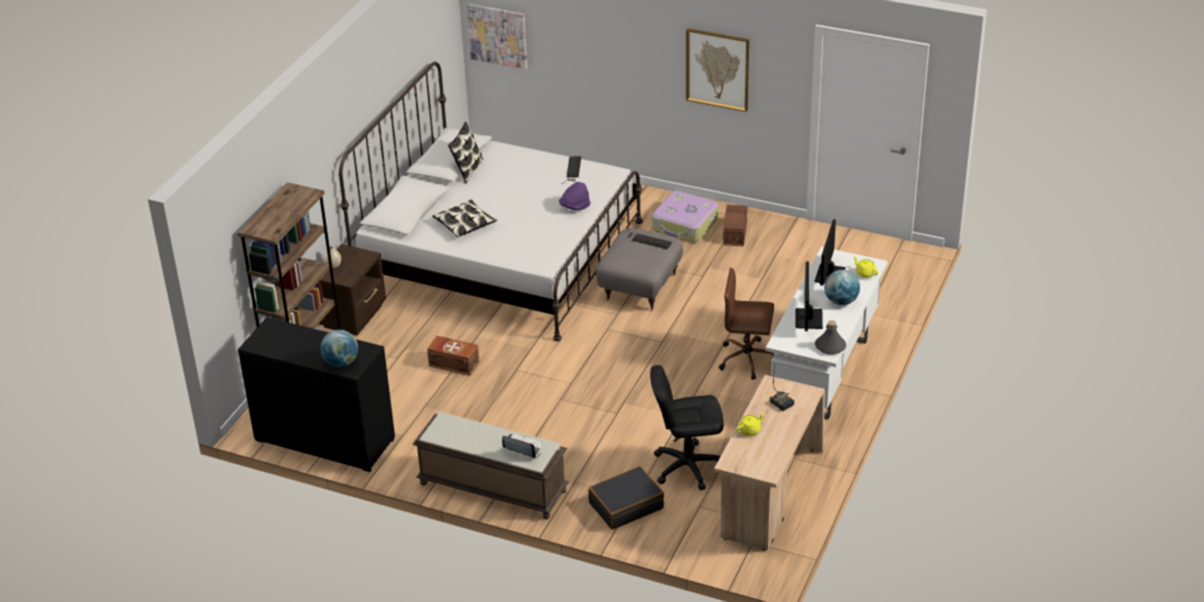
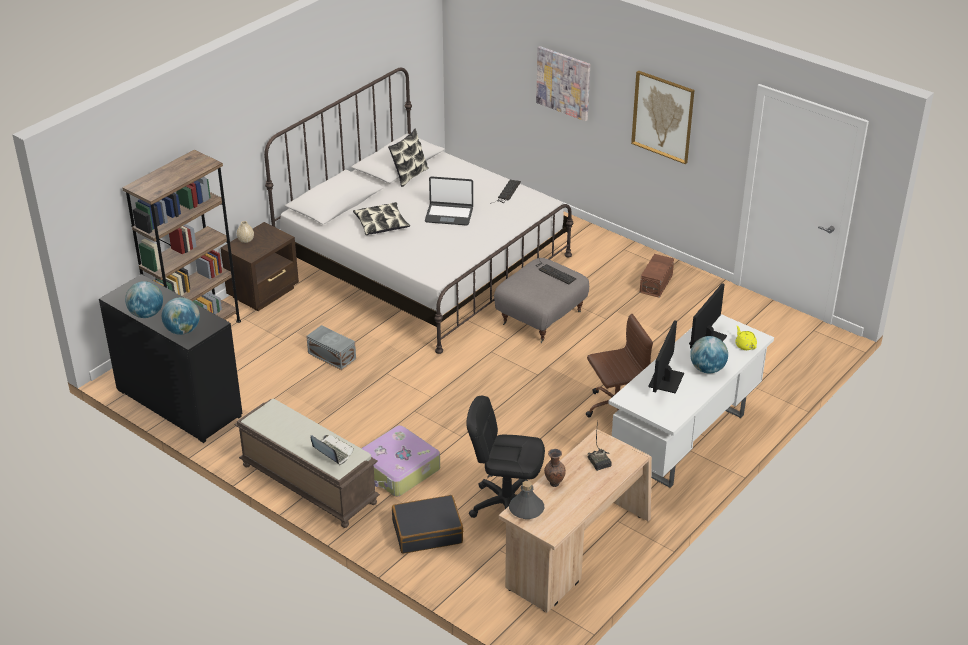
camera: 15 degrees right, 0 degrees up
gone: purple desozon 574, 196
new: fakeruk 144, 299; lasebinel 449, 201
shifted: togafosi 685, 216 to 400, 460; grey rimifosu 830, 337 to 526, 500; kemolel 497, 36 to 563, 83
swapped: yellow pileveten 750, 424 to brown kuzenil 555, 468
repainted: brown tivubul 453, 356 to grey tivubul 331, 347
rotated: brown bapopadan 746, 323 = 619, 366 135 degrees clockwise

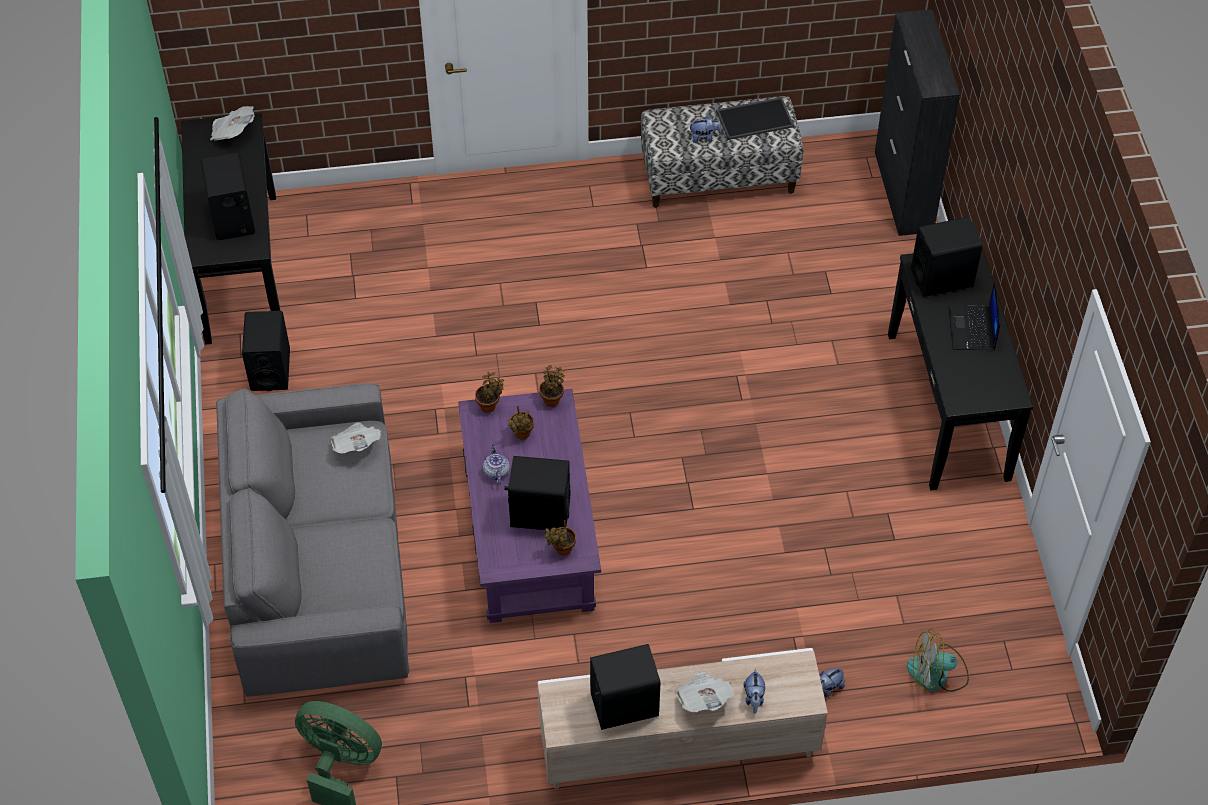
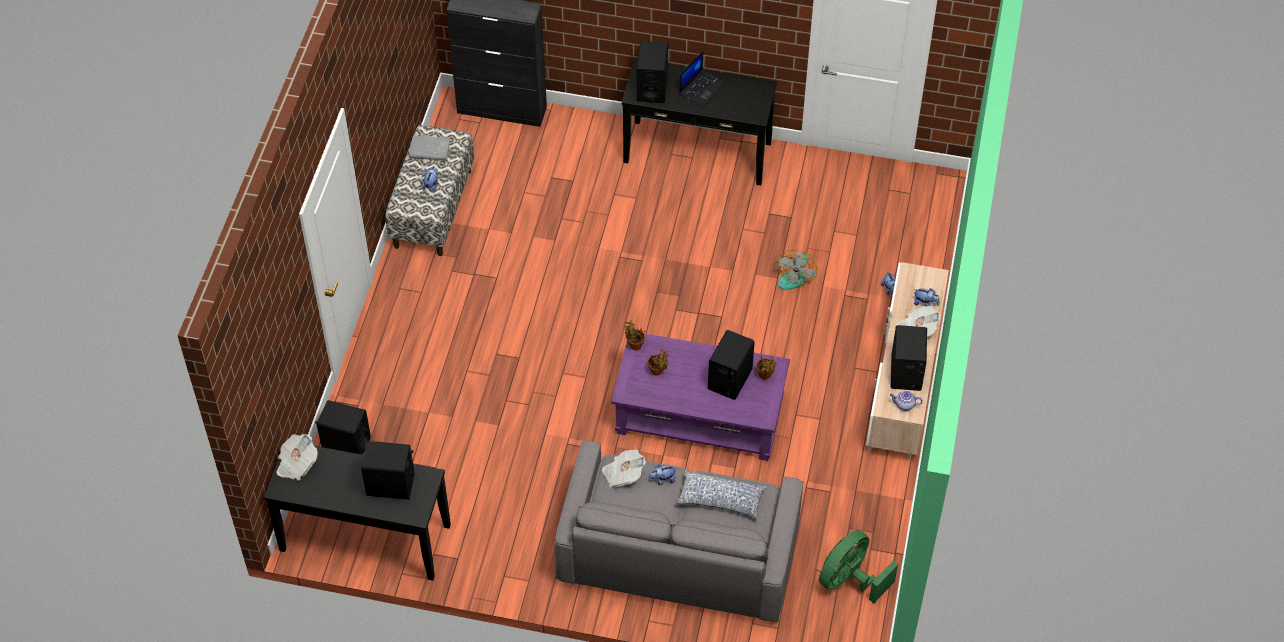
camera: 70 degrees left, 0 degrees up
gone: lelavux 489, 392
new: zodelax 662, 474; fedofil 722, 494
shifted: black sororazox 266, 351 to 343, 427; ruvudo 938, 660 to 795, 269; pileveten 496, 464 to 906, 401
swapped: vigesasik 755, 118 to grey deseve 429, 148
rotated: lasebinel 974, 315 = 702, 79 75 degrees counterclockwise

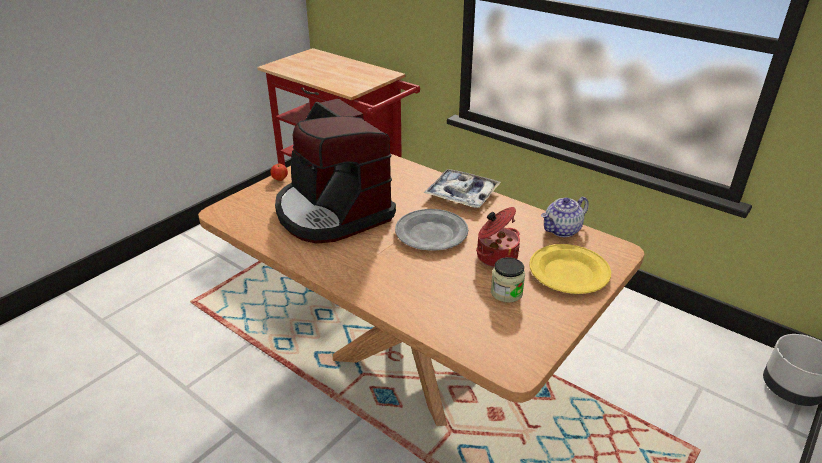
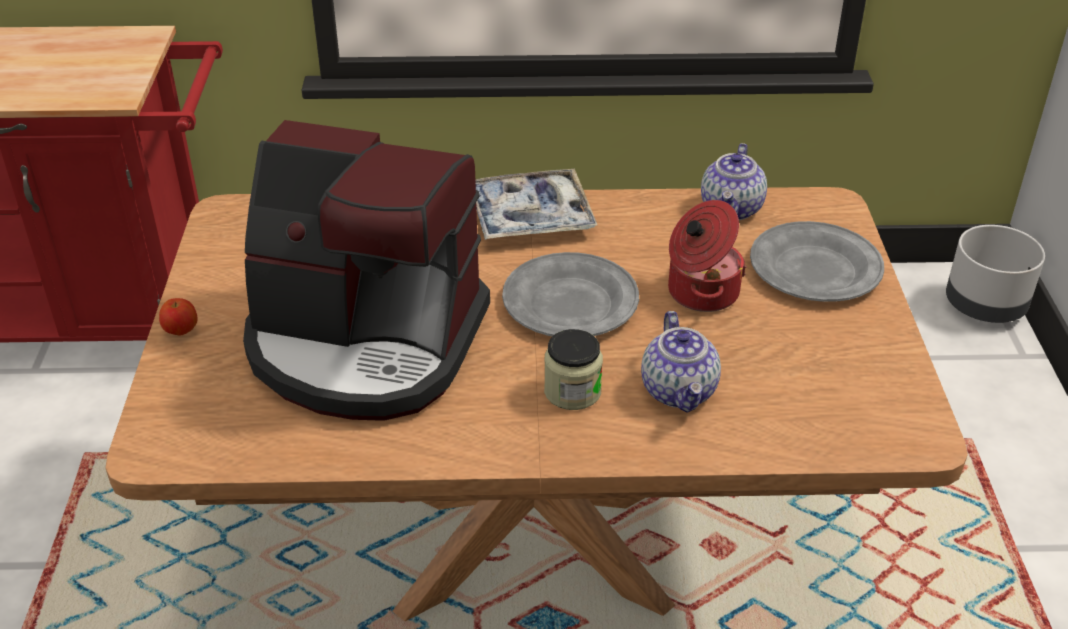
camera: 40 degrees left, 5 degrees up
new: pileveten 681, 362
shifted: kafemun 508, 280 to 573, 369
repainted: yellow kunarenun 570, 269 to grey kunarenun 817, 261

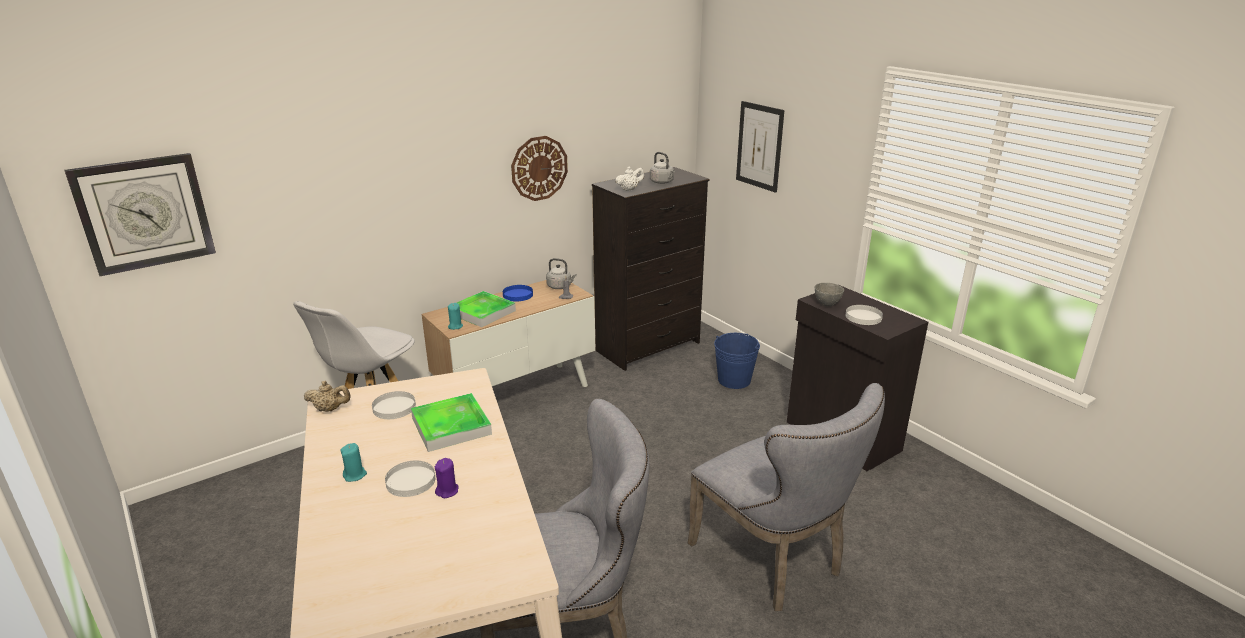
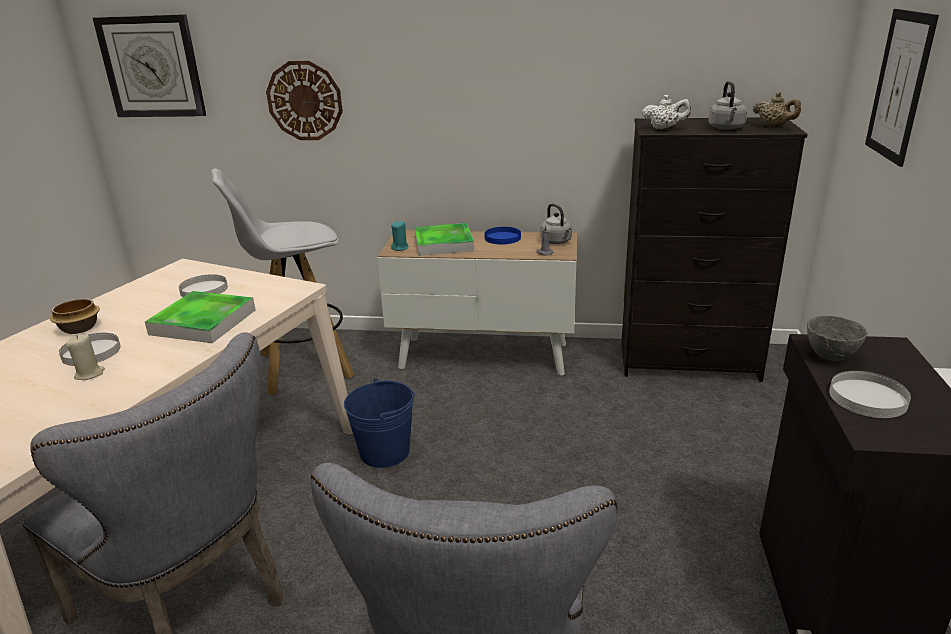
camera: 45 degrees right, 0 degrees up
shifted: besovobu 539, 168 to 304, 100; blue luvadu 737, 361 to 379, 423; beige pileveten 327, 396 to 777, 109
swapped: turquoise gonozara 354, 462 to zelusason 75, 316
repainted: purple gonozara 447, 478 to beige gonozara 85, 357

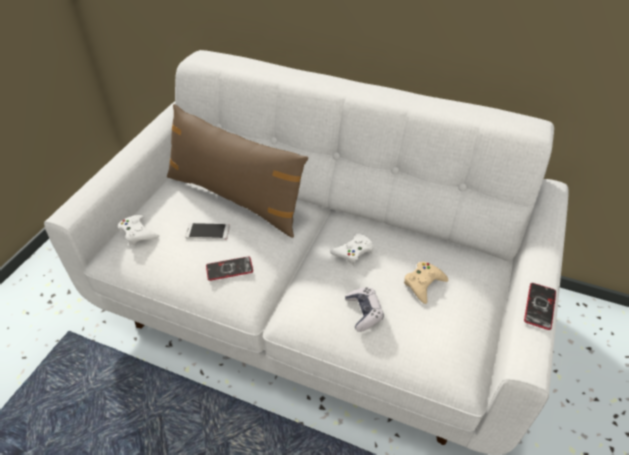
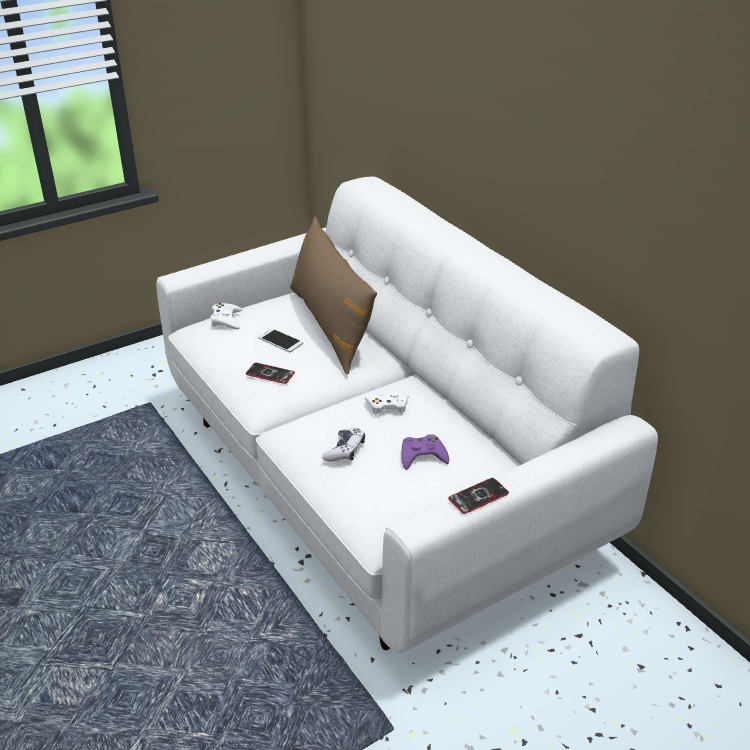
camera: 35 degrees right, 10 degrees down
repainted: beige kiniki 426, 283 to purple kiniki 425, 452

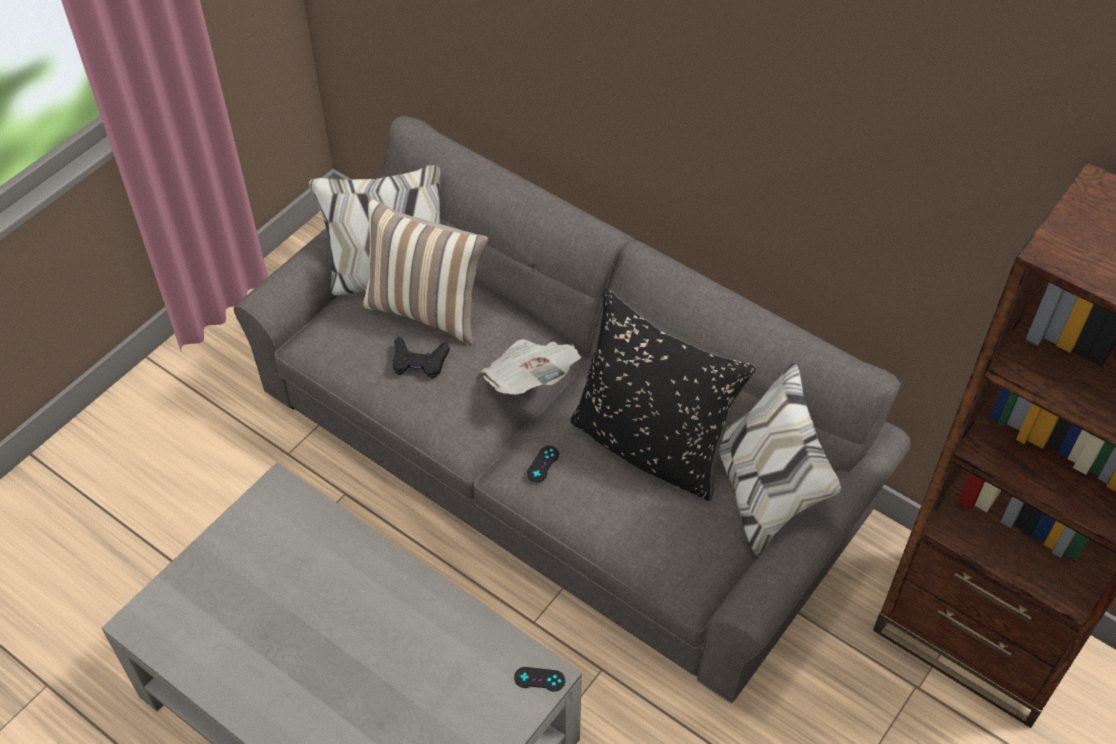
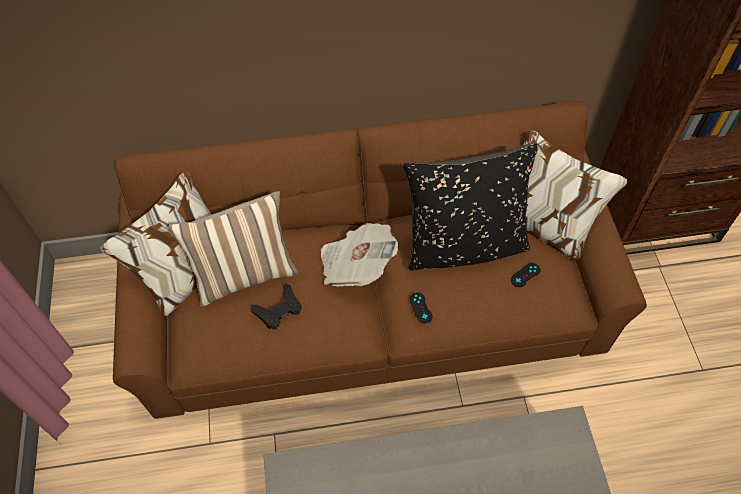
camera: 45 degrees left, 5 degrees up
shifted: black kiniki 539, 679 to 525, 275
repainted: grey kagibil 572, 409 to brown kagibil 374, 259

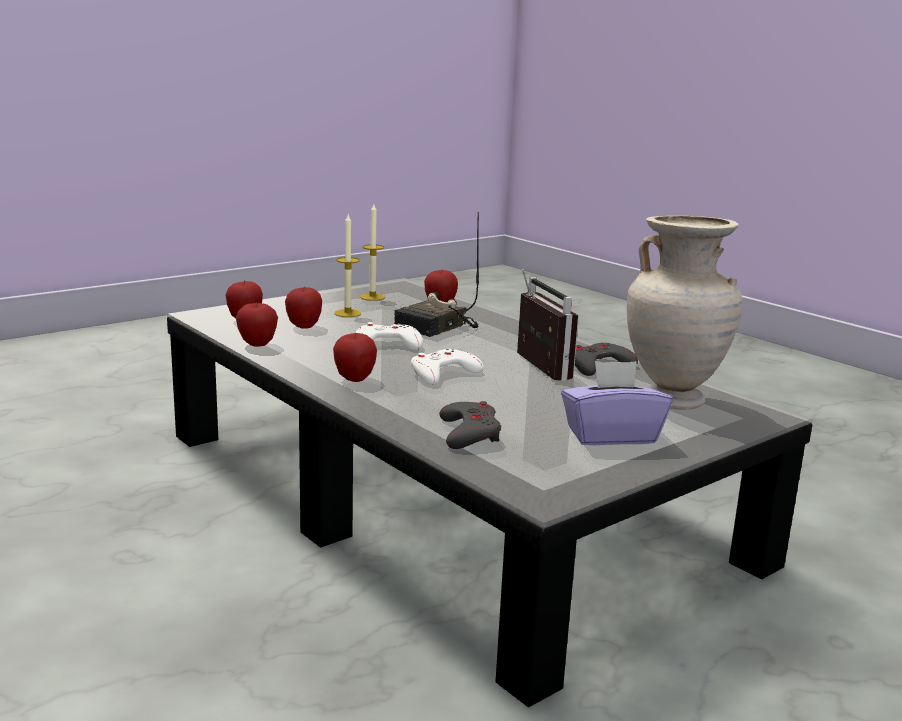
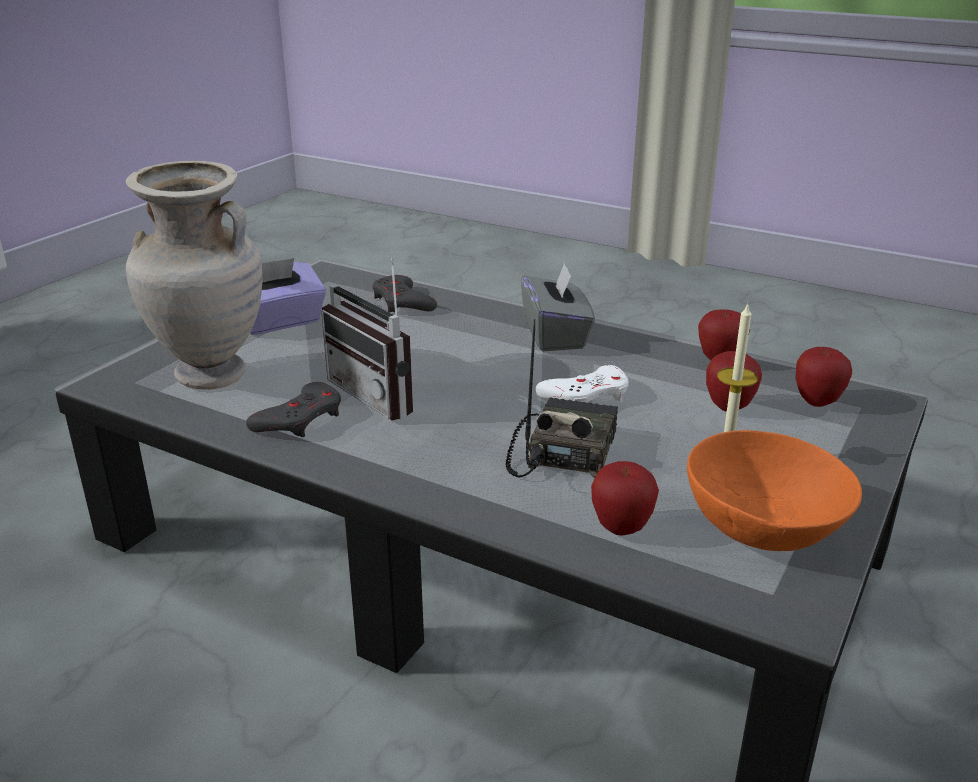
camera: 160 degrees right, 10 degrees up
gone: white kiniki 447, 367
swapped: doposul 355, 357 to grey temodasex 558, 307; gonozara 372, 252 to orange zelusason 774, 490

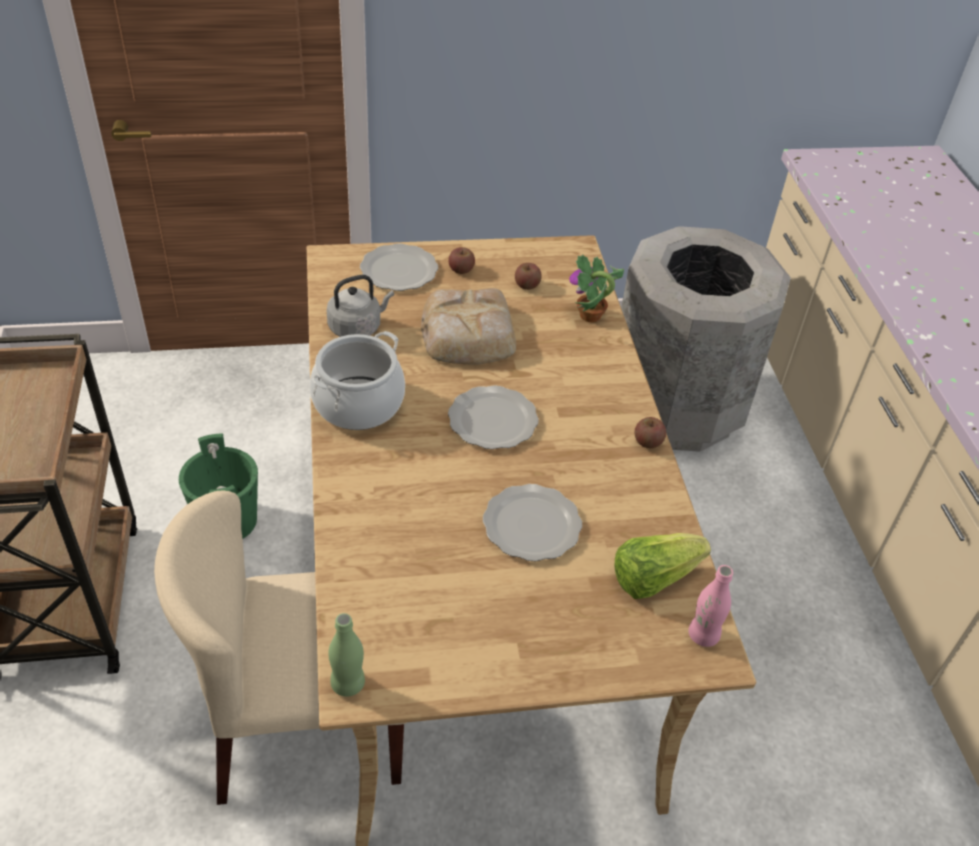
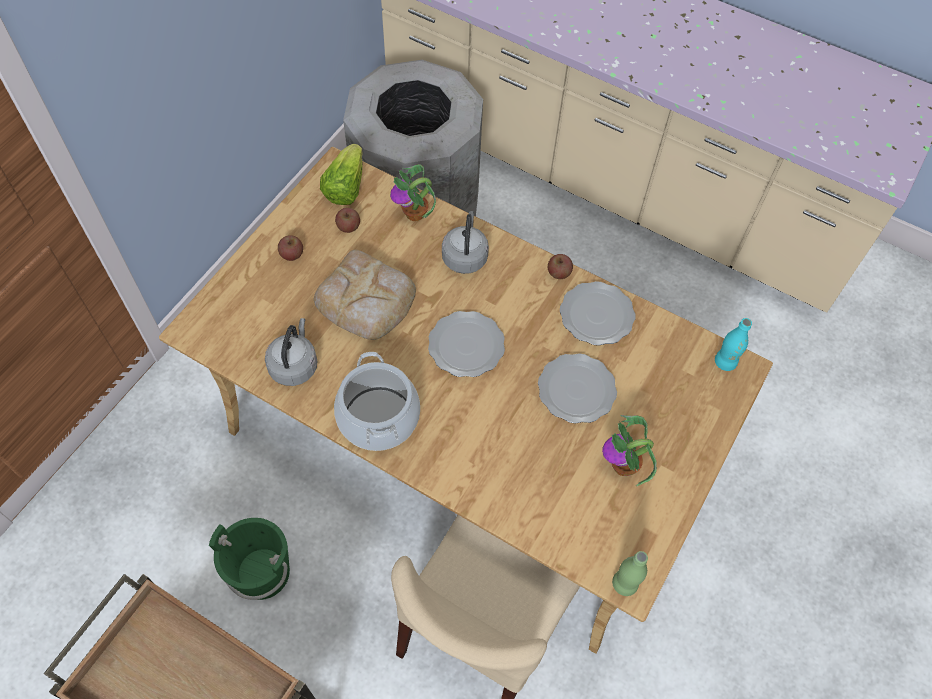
camera: 50 degrees left, 15 degrees up
new: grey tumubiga 465, 242; lelavux 629, 450
shifted: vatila 663, 566 to 341, 174; kunarenun 399, 267 to 598, 313
repainted: pink rimifosu 710, 606 to turquoise rimifosu 733, 344

